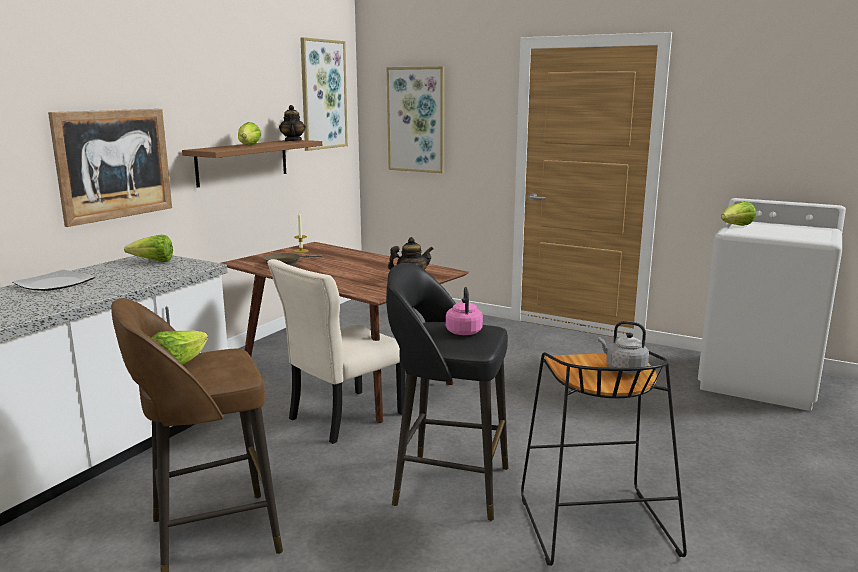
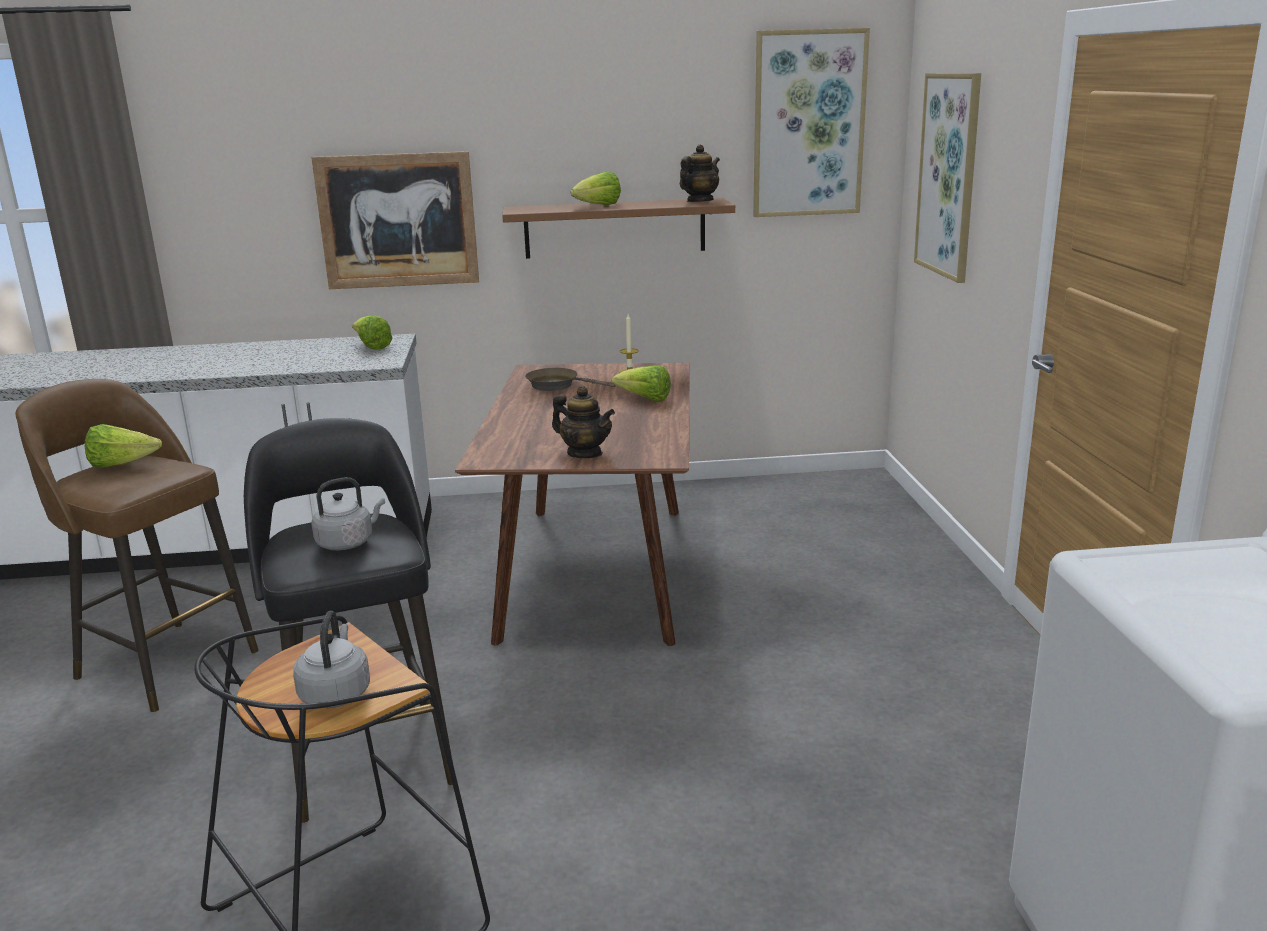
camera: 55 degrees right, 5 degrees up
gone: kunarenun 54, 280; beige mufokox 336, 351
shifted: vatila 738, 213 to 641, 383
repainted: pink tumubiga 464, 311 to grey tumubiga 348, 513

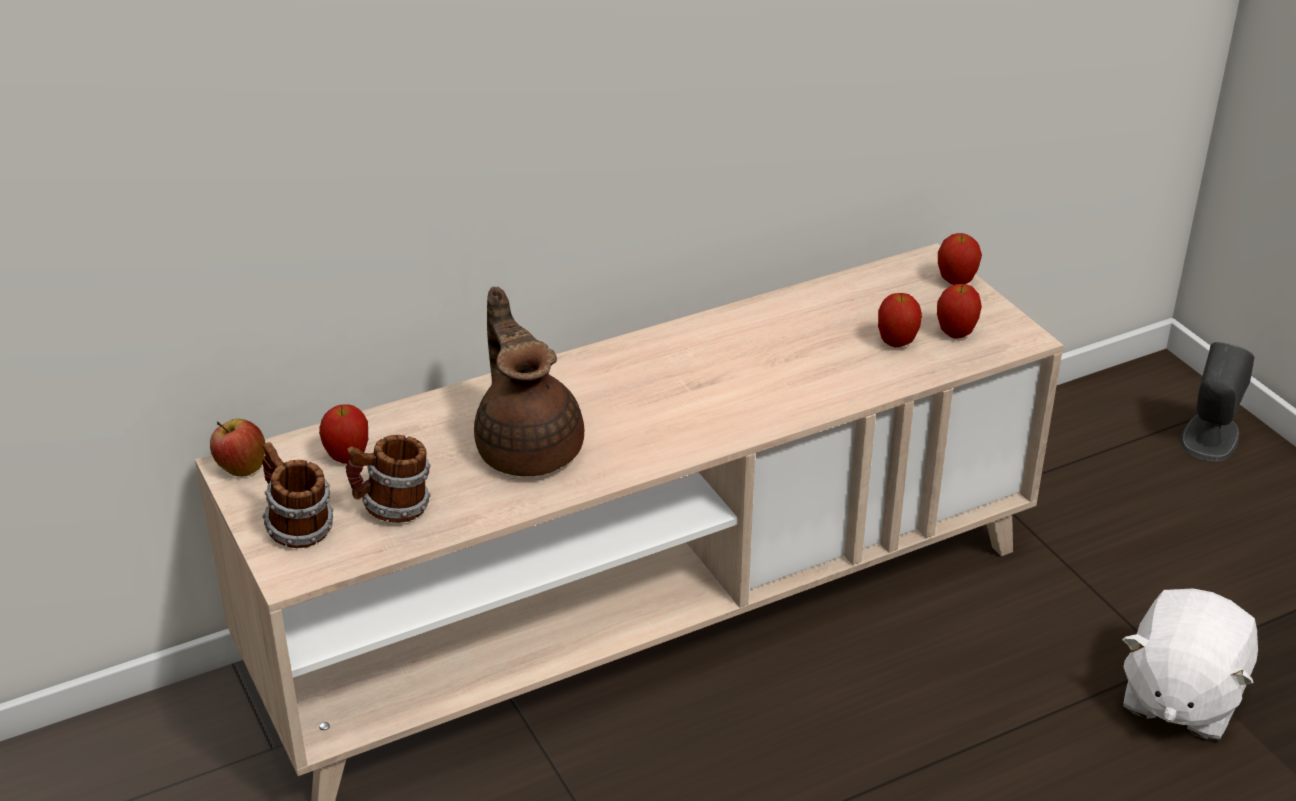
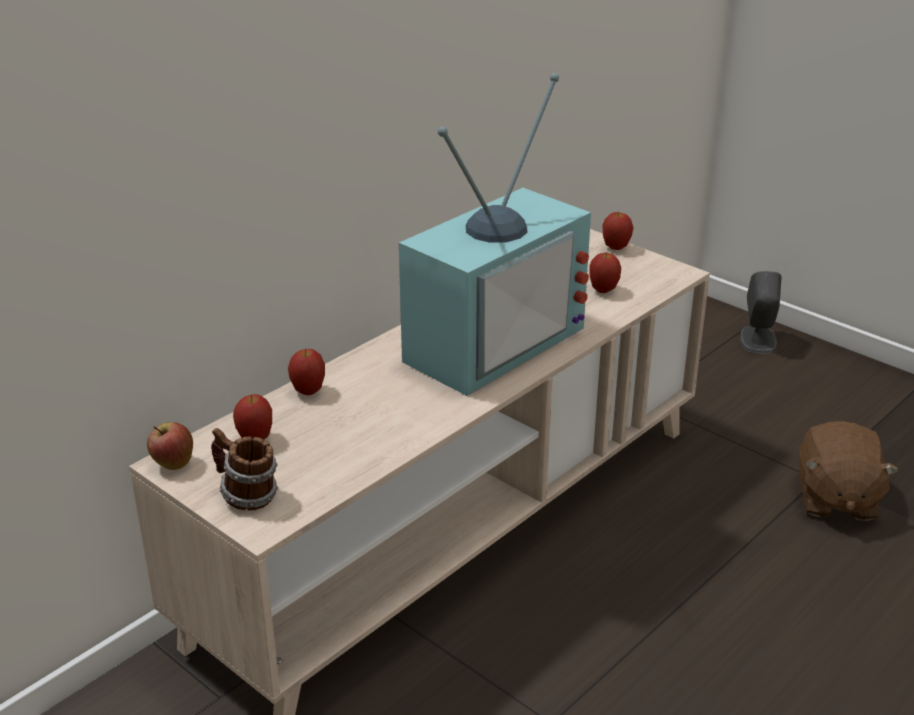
camera: 20 degrees left, 5 degrees down
gone: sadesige 388, 479; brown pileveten 529, 381
new: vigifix 495, 234
shifted: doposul 959, 311 to 306, 372
repainted: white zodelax 1190, 664 to brown zodelax 849, 471

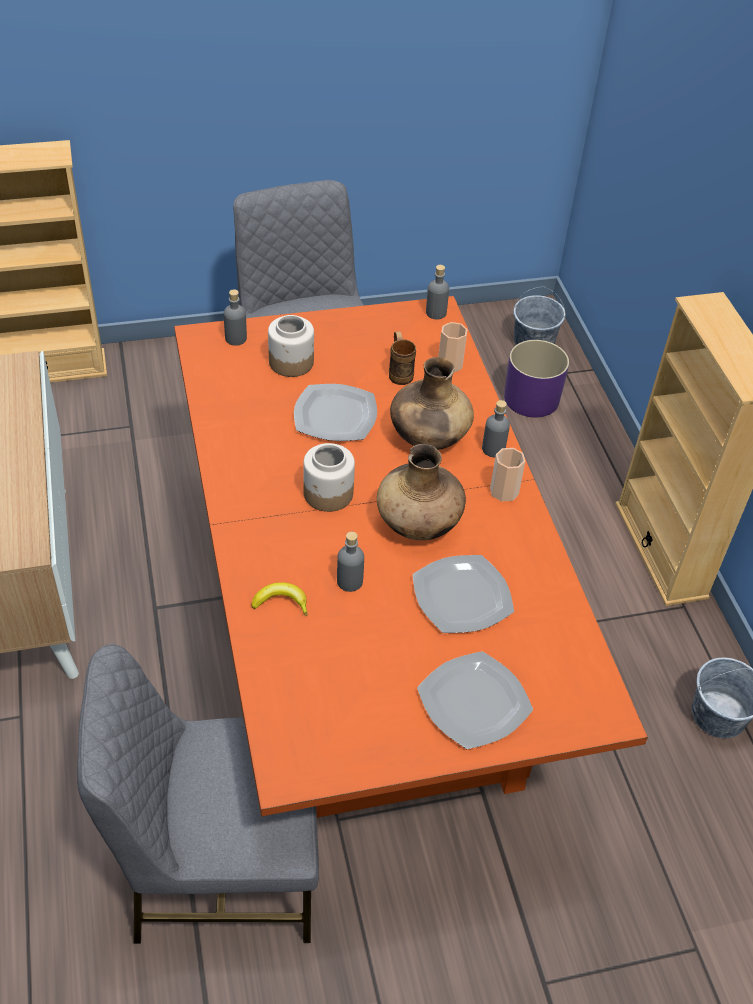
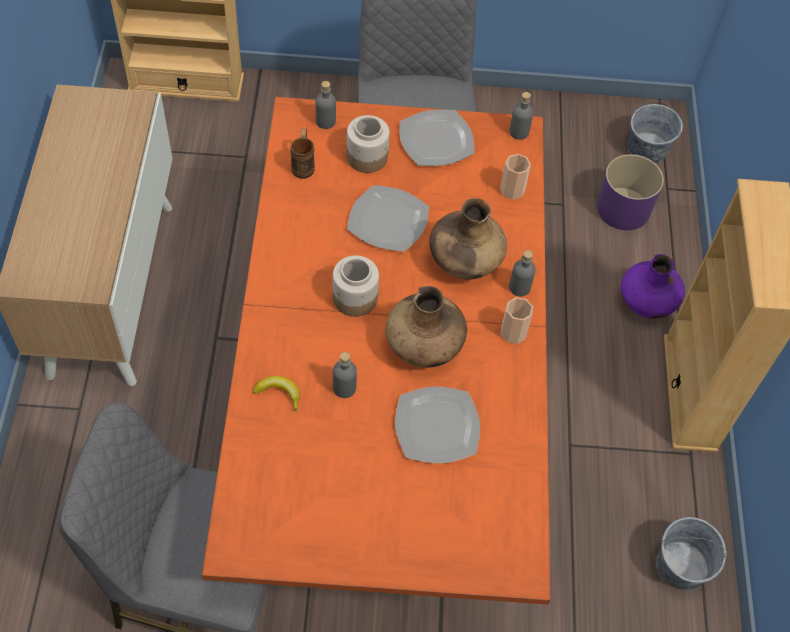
camera: 15 degrees right, 10 degrees up
new: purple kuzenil 653, 286
shifted: brown sadesige 402, 358 to 302, 153; kunarenun 475, 700 to 436, 138

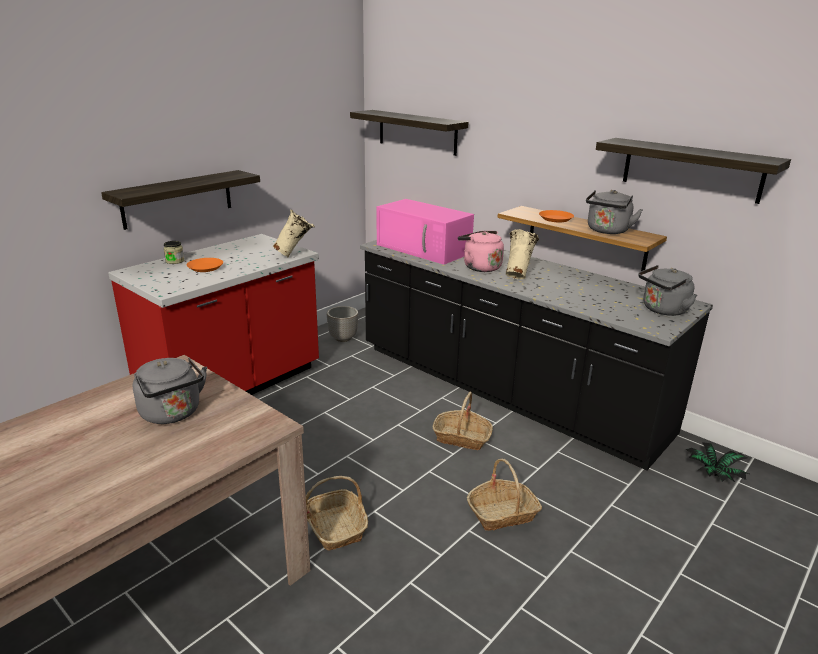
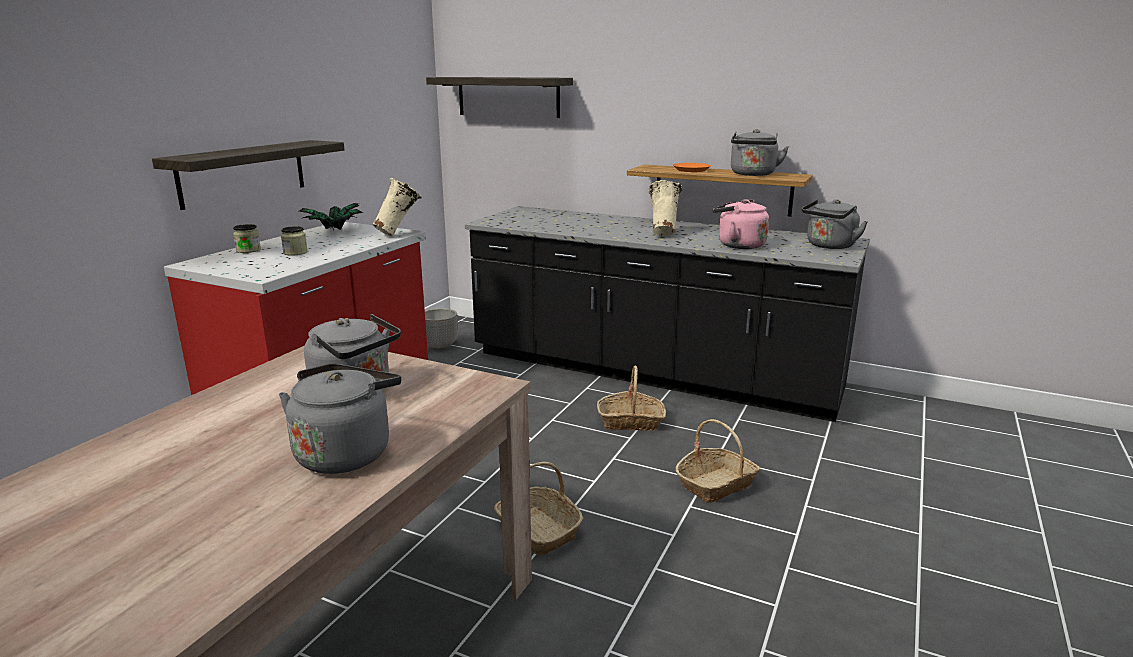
camera: 15 degrees left, 5 degrees down
gone: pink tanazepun 425, 232; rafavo 693, 171
new: grey tumubiga 340, 419
shifted: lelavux 717, 462 to 331, 216; pink tumubiga 481, 251 to 740, 224
swapped: orange kunarenun 204, 265 to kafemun 294, 241

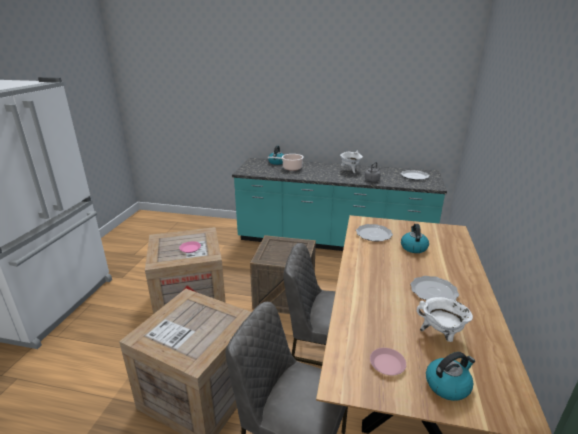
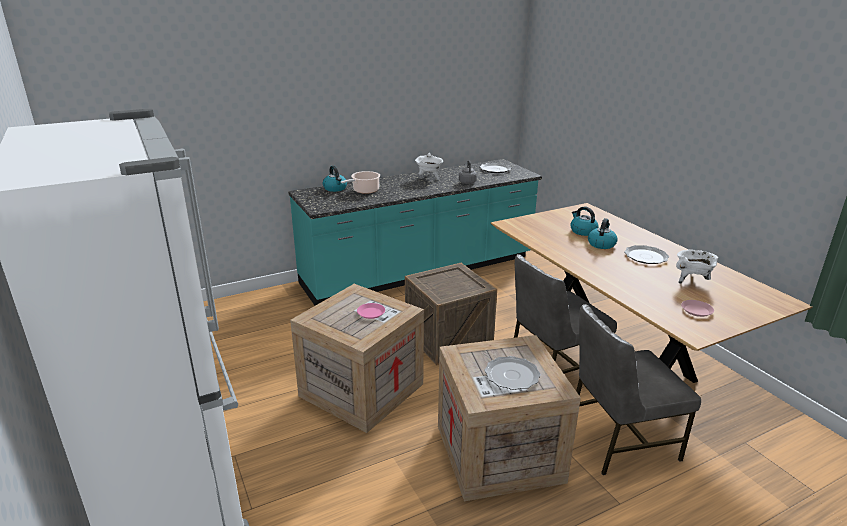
camera: 40 degrees left, 0 degrees up
shifted: kunarenun 374, 233 to 513, 373; tumubiga 450, 376 to 603, 233

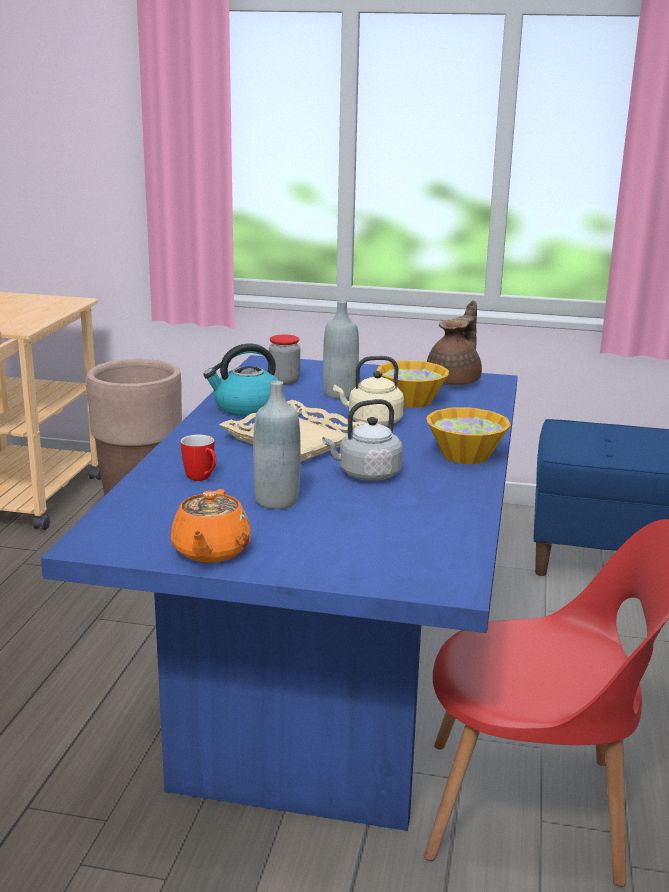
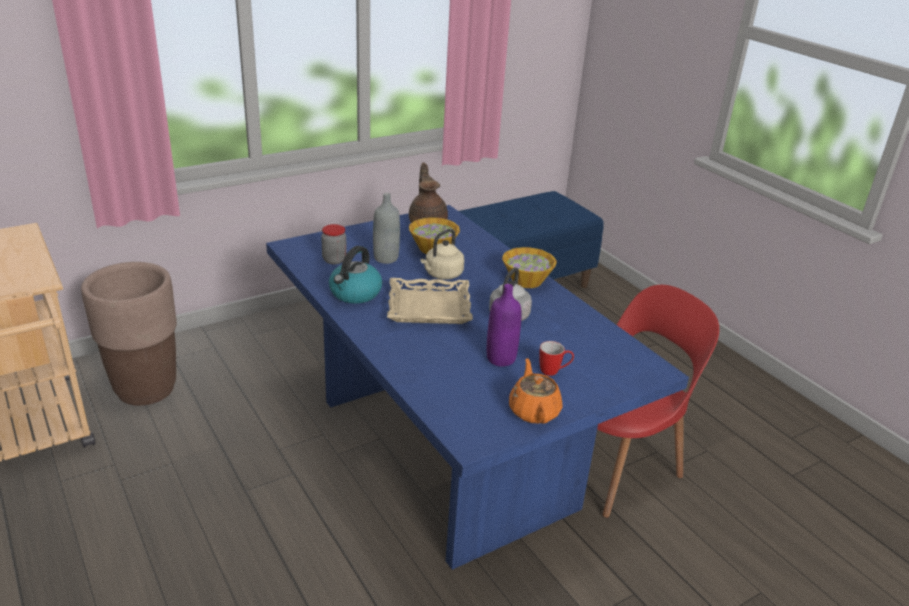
camera: 45 degrees left, 10 degrees up
shifted: sadesige 198, 457 to 556, 358
repainted: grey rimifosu 277, 445 to purple rimifosu 504, 325
rotated: orange pileveten 211, 526 = 535, 391 150 degrees counterclockwise

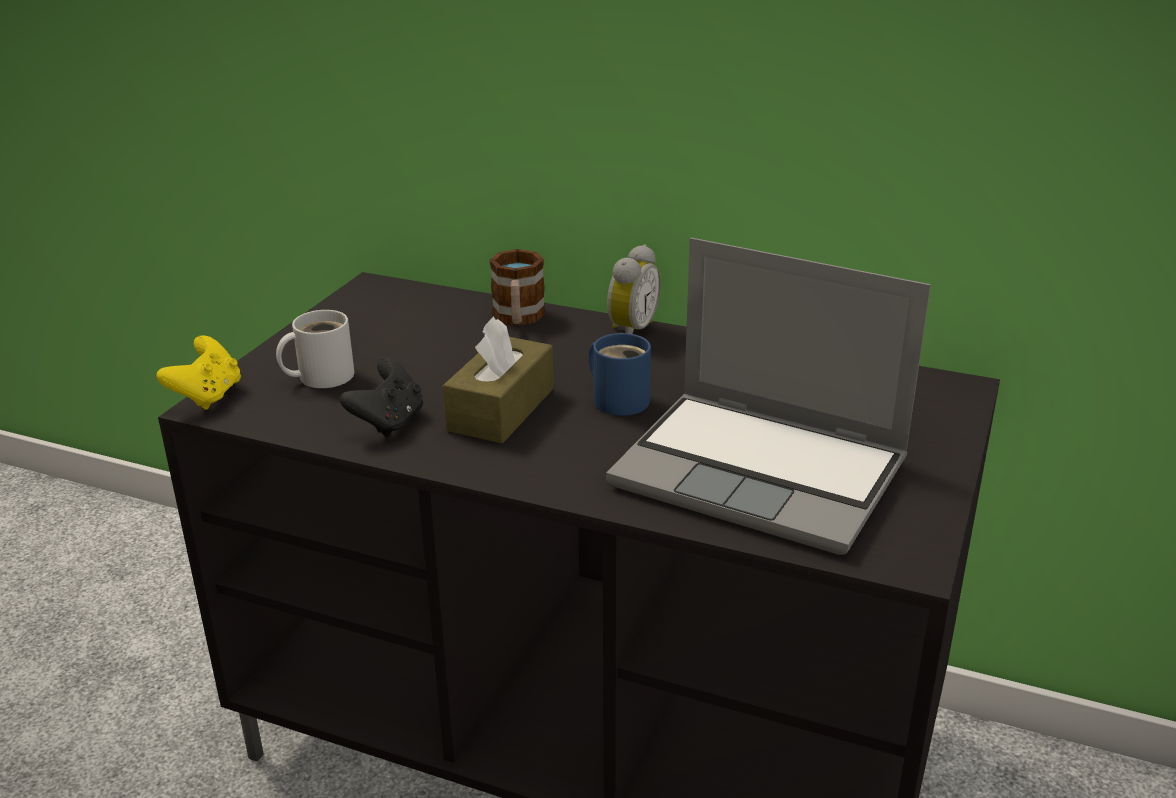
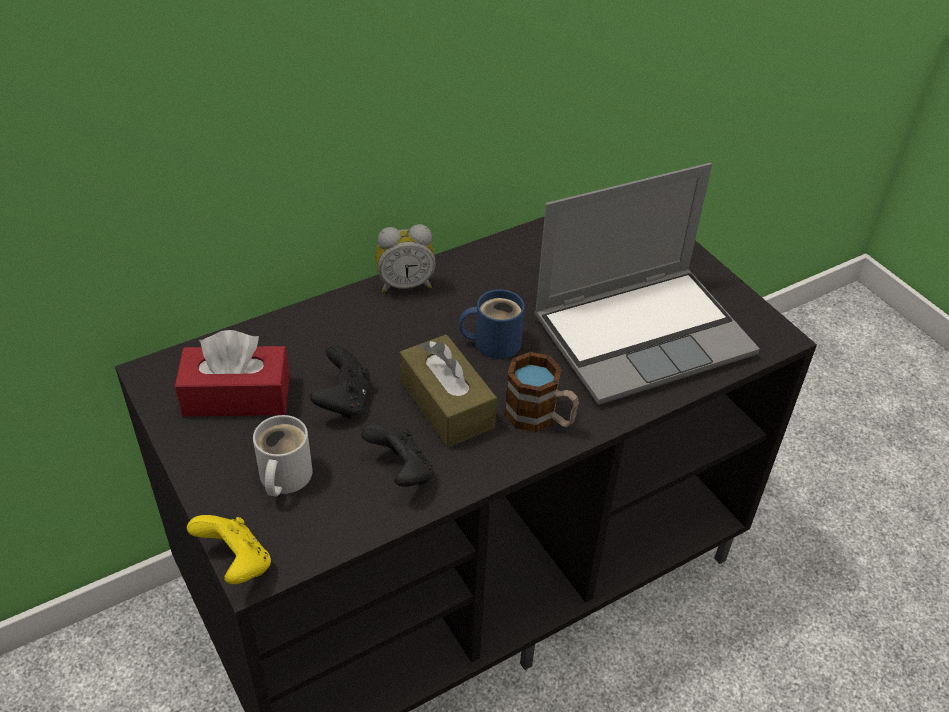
camera: 55 degrees left, 15 degrees up
new: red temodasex 232, 373; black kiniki 340, 382
shifted: sadesige 517, 287 to 541, 392
rotated: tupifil 634, 289 = 405, 258 105 degrees clockwise

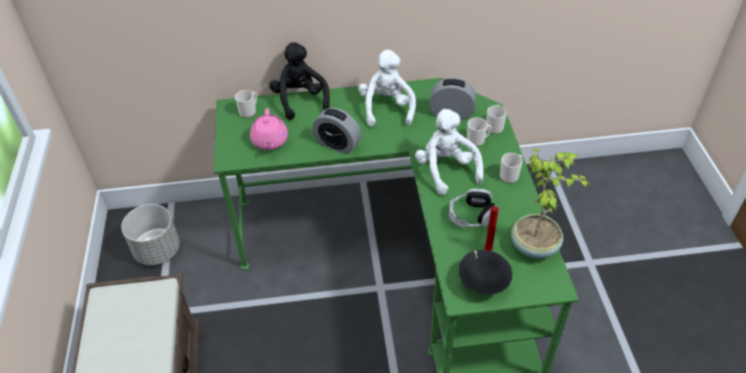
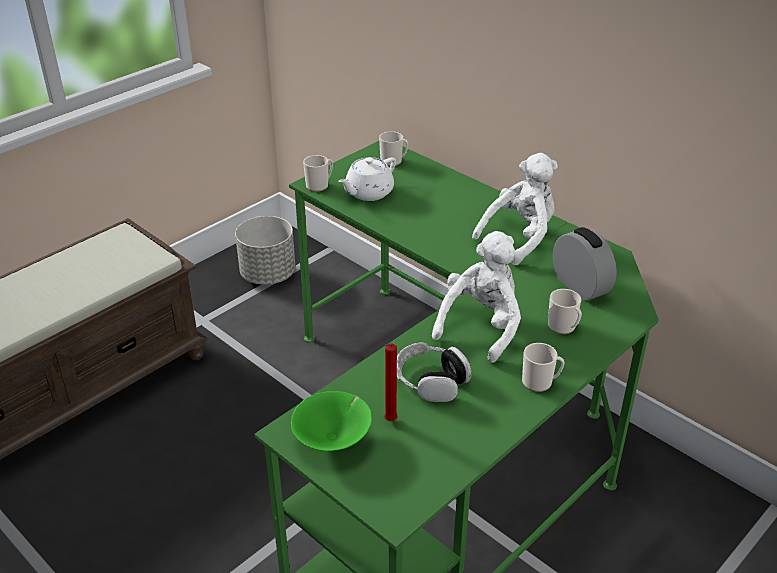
camera: 50 degrees right, 10 degrees down
gone: black zodelax 299, 81; tupifil 336, 131; lelavux 550, 203
shifted: sadesige 496, 119 to 318, 173
repainted: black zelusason 485, 272 to green zelusason 331, 421; pink pileveten 269, 129 to white pileveten 367, 179

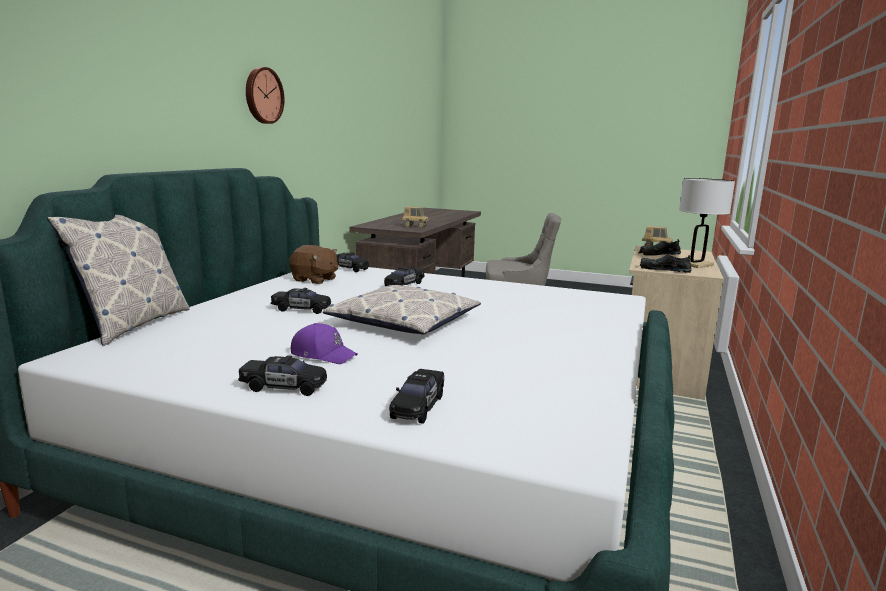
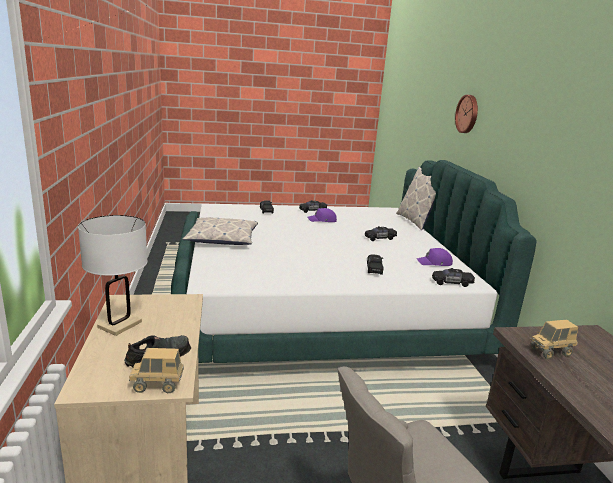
camera: 150 degrees right, 5 degrees up
gone: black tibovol 666, 264
shifted: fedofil 402, 310 to 220, 231; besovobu 265, 95 to 466, 114
swapped: brown zodelax 313, 264 to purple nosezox 435, 257

